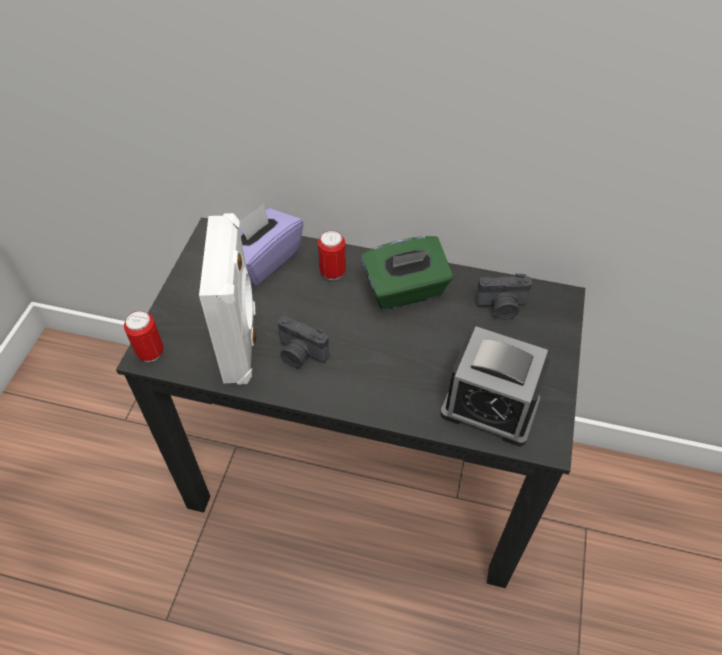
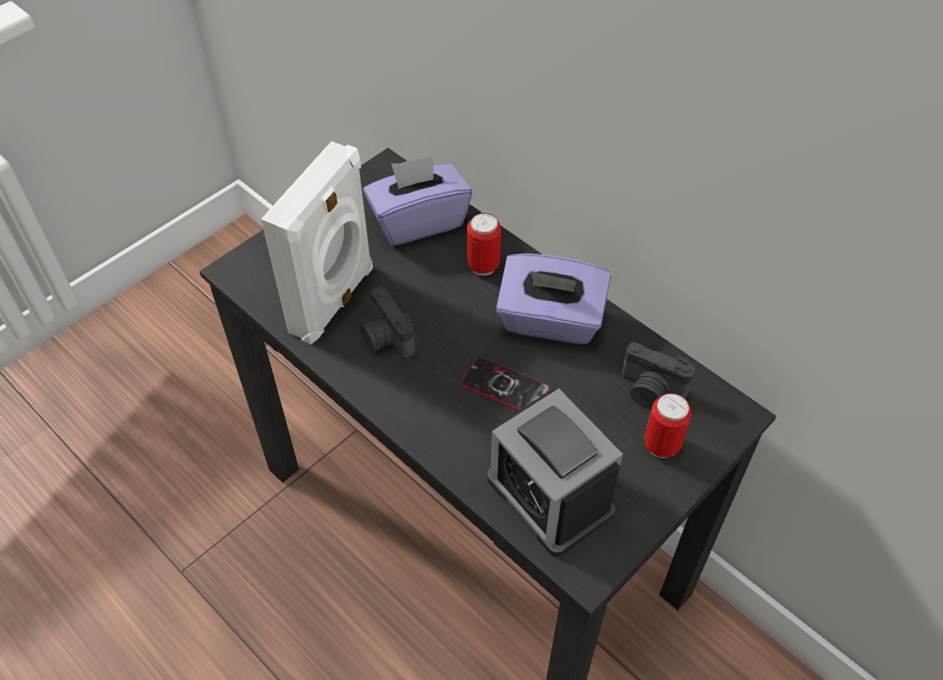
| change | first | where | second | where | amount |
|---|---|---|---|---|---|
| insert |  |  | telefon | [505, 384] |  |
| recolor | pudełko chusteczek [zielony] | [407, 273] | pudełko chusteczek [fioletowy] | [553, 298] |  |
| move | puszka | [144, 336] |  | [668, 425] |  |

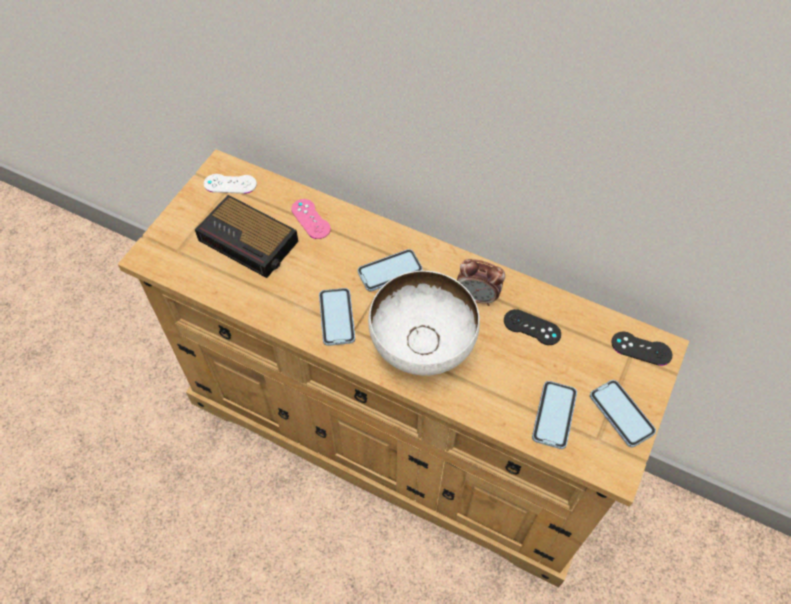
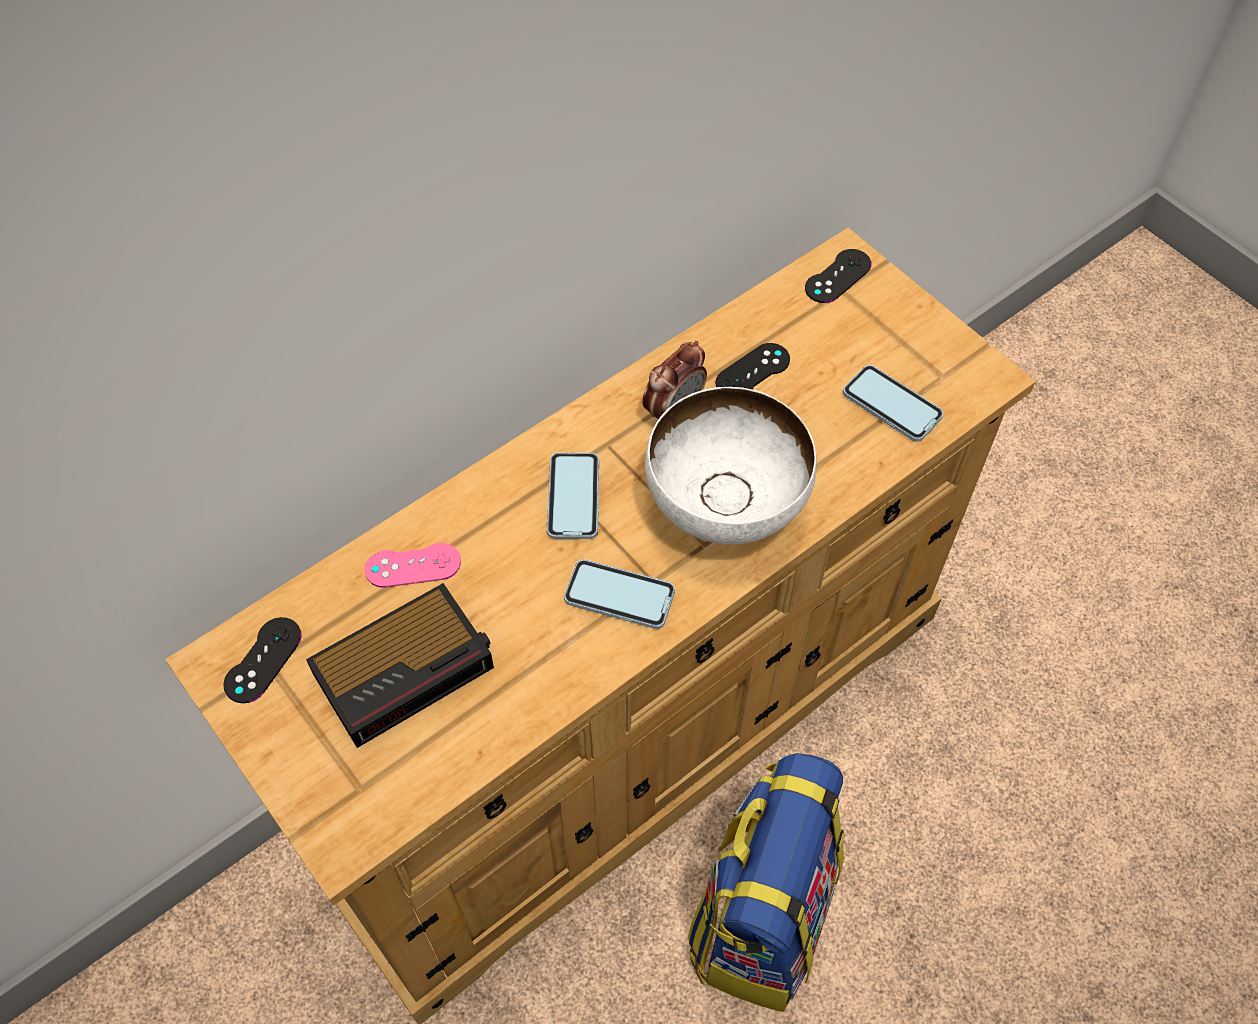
| change | first | where | second | where | amount |
|---|---|---|---|---|---|
| recolor | pad do gier [biały] | [230, 184] | pad do gier [czarny] | [263, 660] |  |
| insert |  |  | plecak | [766, 882] |  |
| delete | telefon | [623, 413] |  |  |  |

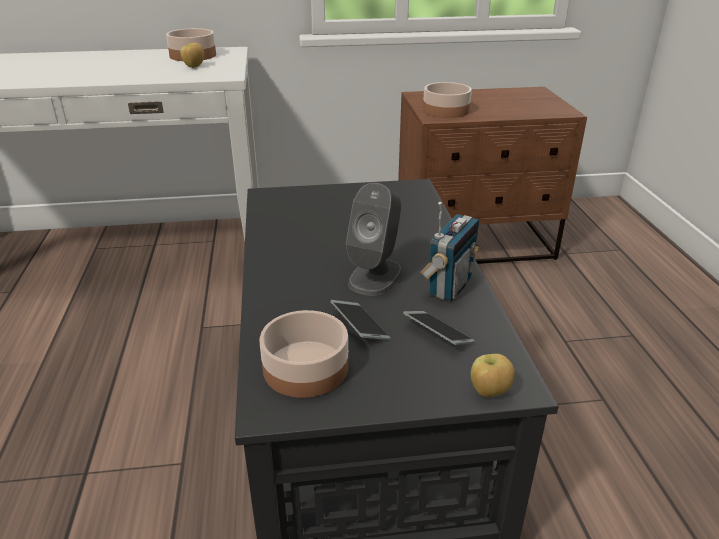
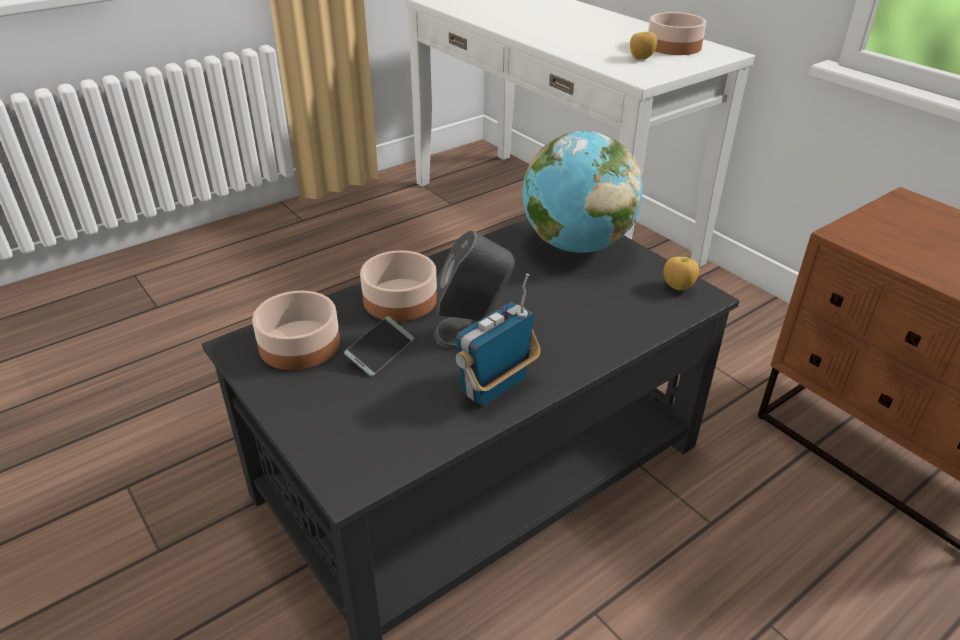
| change | first | where | second | where | amount |
|---|---|---|---|---|---|
| move | miska | [447, 100] |  | [398, 286] |  |
| rotate | radio | [450, 252] |  | [498, 340] | 135 degrees clockwise |
| insert |  |  | globus | [582, 192] |  |
| move | jabłko | [493, 375] |  | [681, 273] |  |
| delete | telefon | [439, 328] |  |  |  |

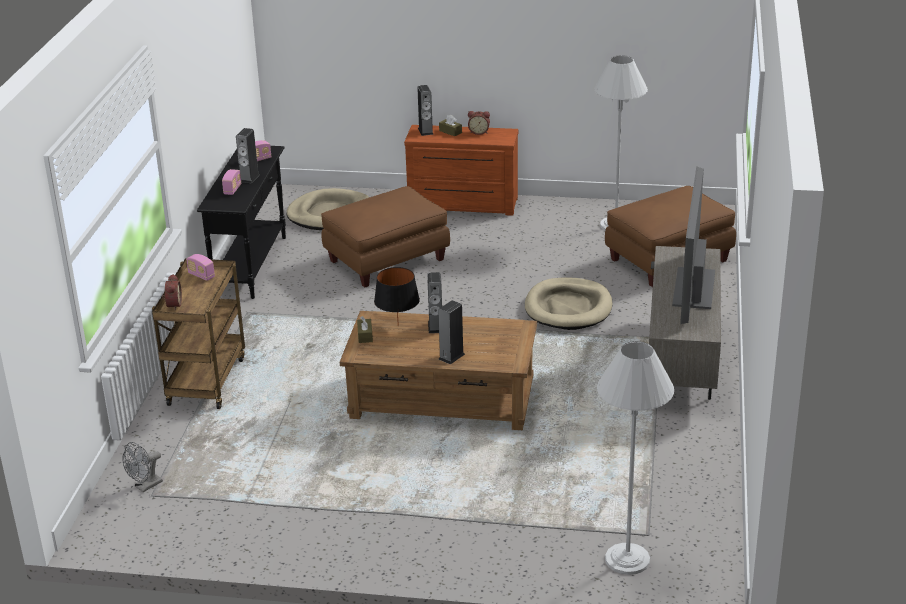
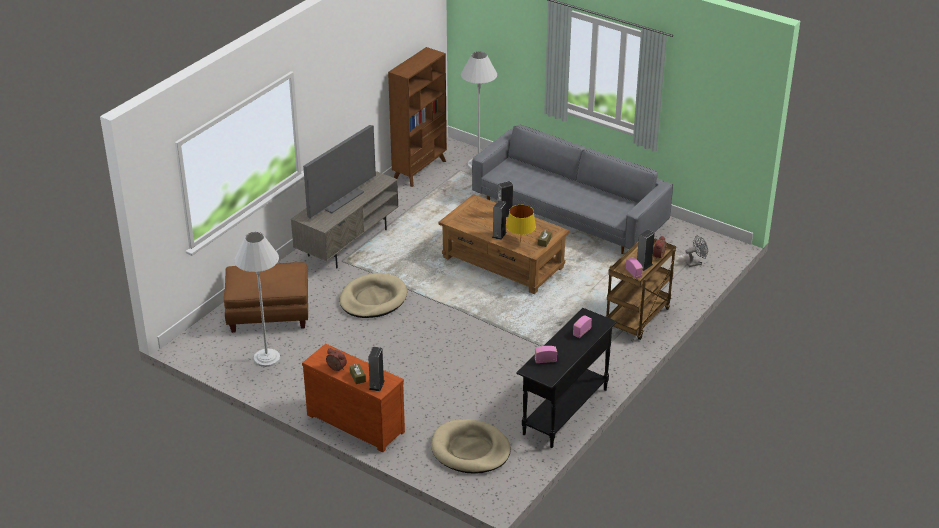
| change | first | where | second | where | amount |
|---|---|---|---|---|---|
| insert |  |  | regał [brązowy] | [417, 117] |  |
| insert |  |  | kanapa [szary] | [572, 189] |  |
| recolor | lampa stołowa [czarny] | [397, 296] | lampa stołowa [żółty] | [521, 220] |  |
| move | głośnik | [247, 155] |  | [646, 250] |  |
| delete | pufa [brązowy] | [385, 237] |  |  |  |

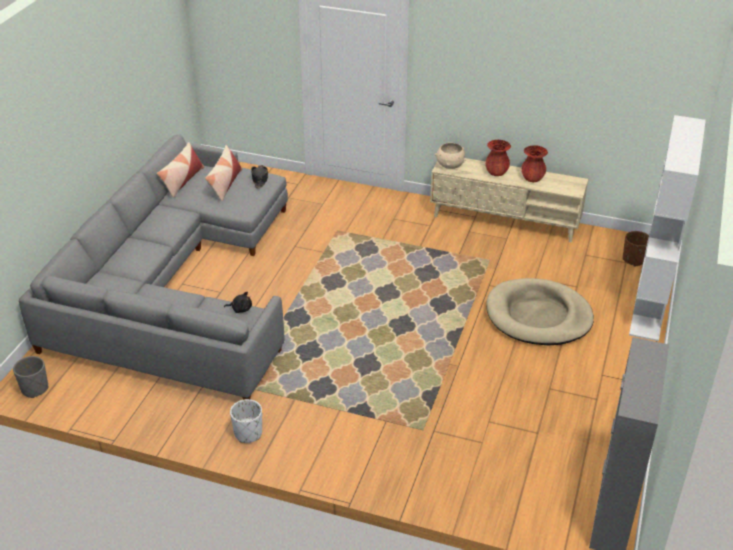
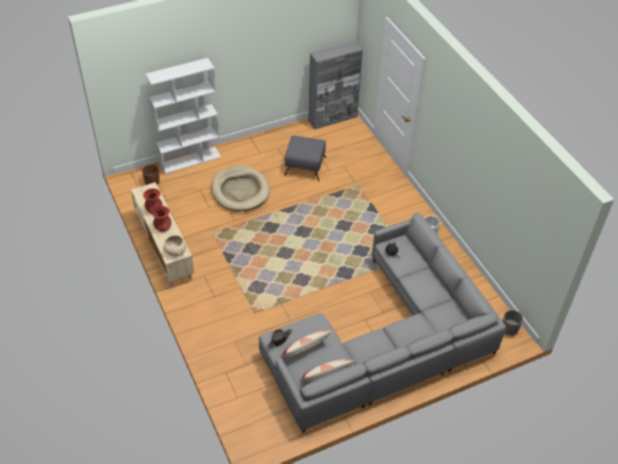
| change | first | where | second | where | amount |
|---|---|---|---|---|---|
| insert |  |  | pufa [szary] | [305, 158] |  |

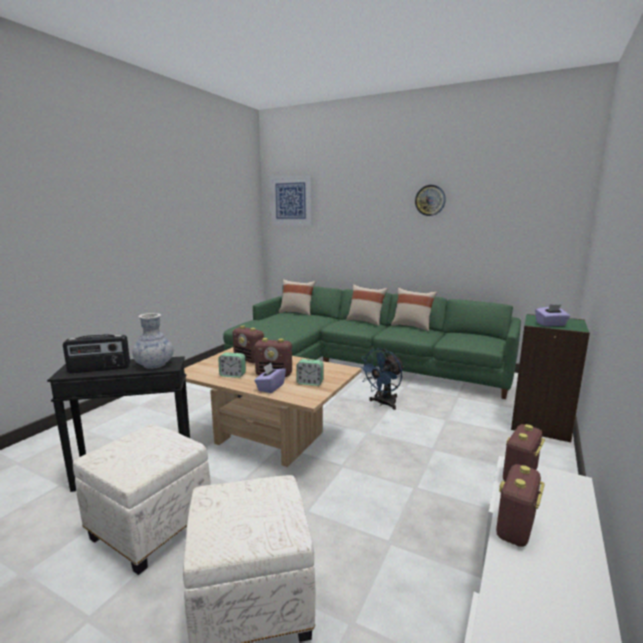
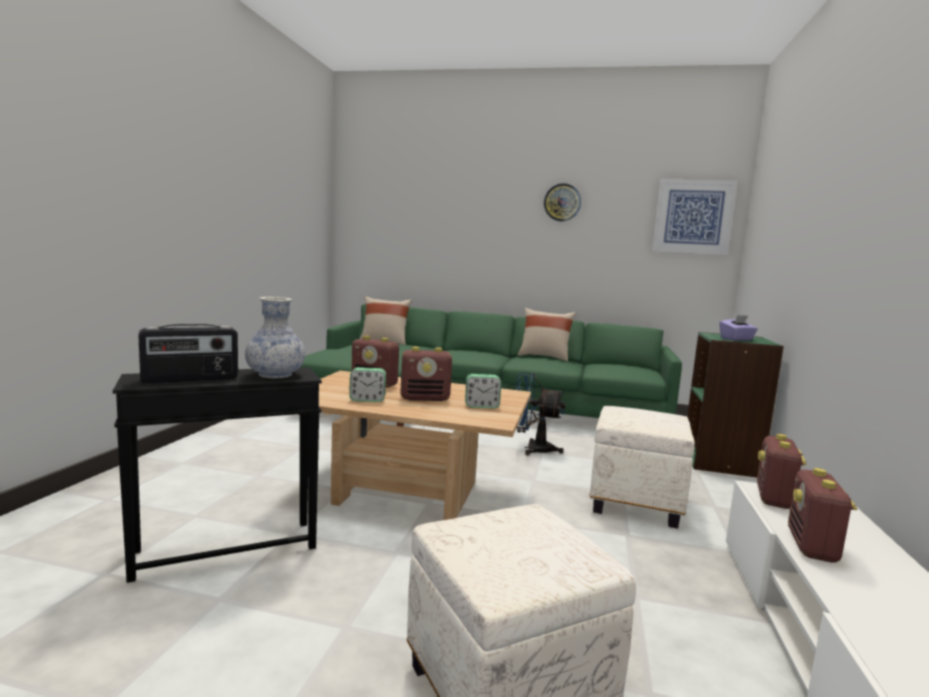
| change | first | where | second | where | amount |
|---|---|---|---|---|---|
| rotate | wentylator [niebieski] | [382, 379] |  | [540, 414] | 75 degrees clockwise |
| move | pufa [biały] | [142, 499] |  | [642, 467] |  |
| move | obraz | [291, 200] |  | [695, 217] |  |
| delete | pudełko chusteczek [fioletowy] | [270, 378] |  |  |  |
| delete | poduszka [beżowy] | [367, 305] |  |  |  |

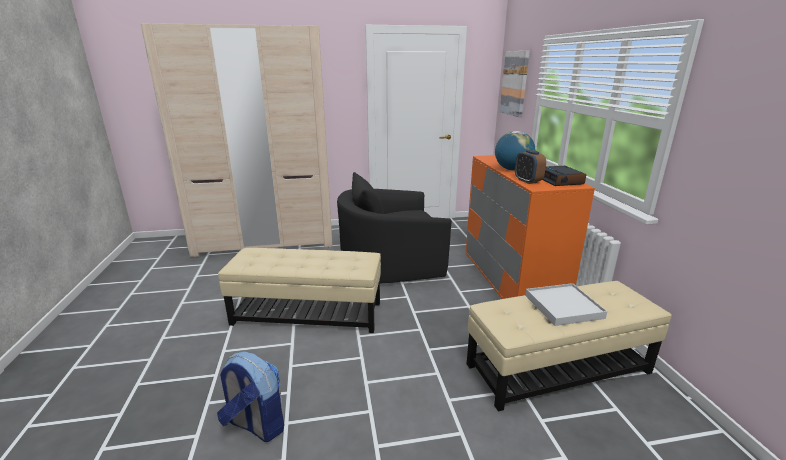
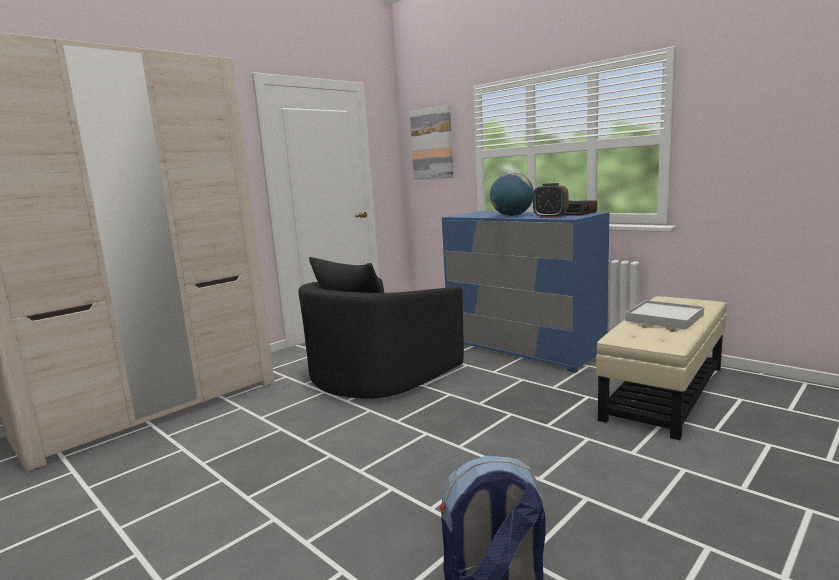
| change | first | where | second | where | amount |
|---|---|---|---|---|---|
| recolor | komoda [pomarańczowy] | [530, 227] | komoda [niebieski] | [525, 292] |  |
| delete | pufa [beżowy] | [299, 290] |  |  |  |

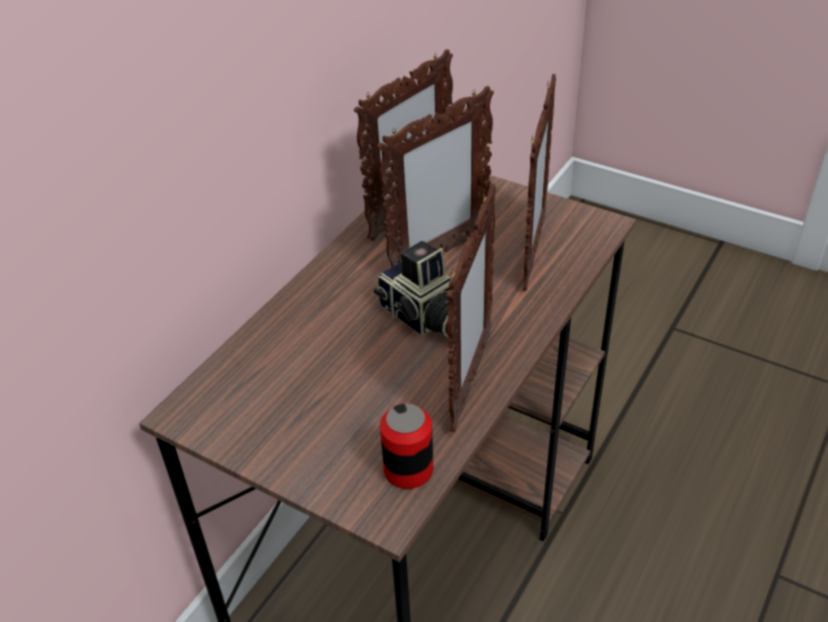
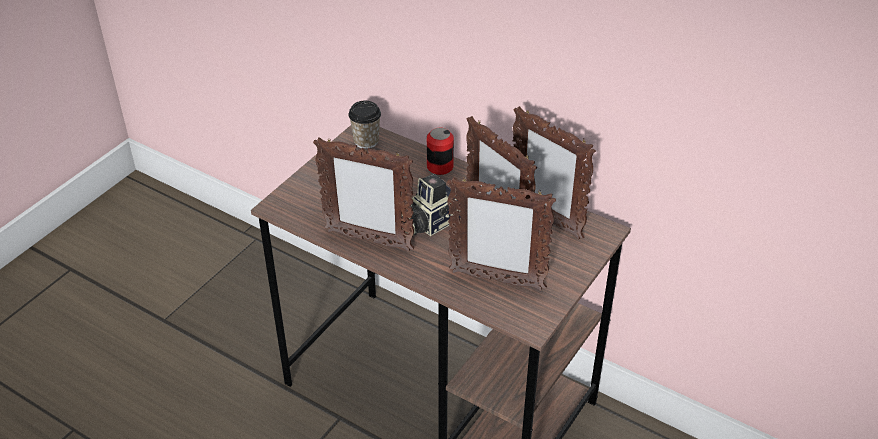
| change | first | where | second | where | amount |
|---|---|---|---|---|---|
| insert |  |  | filiżanka | [364, 125] |  |
| move | puszka | [406, 446] |  | [440, 151] |  |

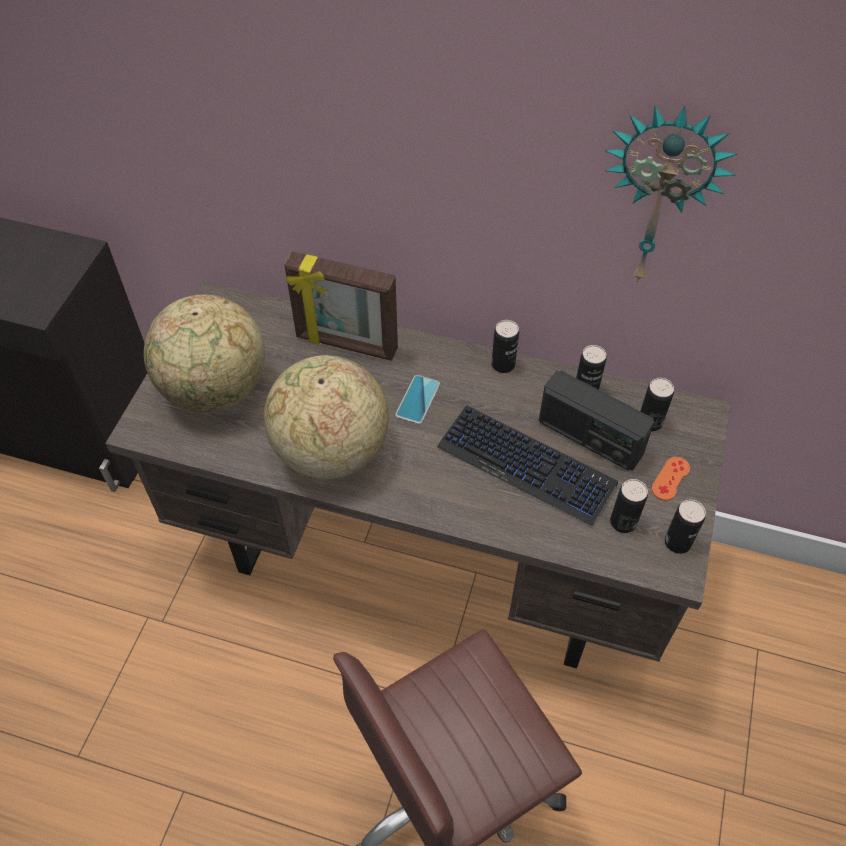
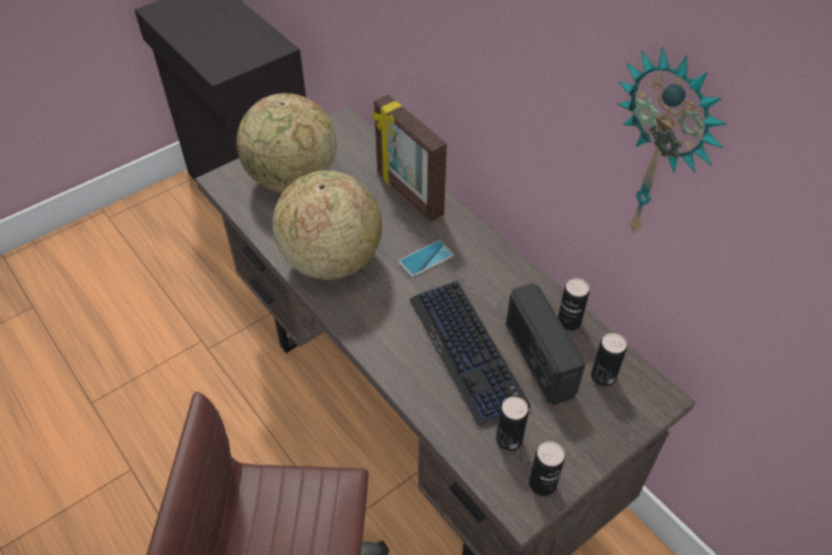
| change | first | where | second | where | amount |
|---|---|---|---|---|---|
| delete | puszka | [505, 346] |  |  |  |
| delete | pad do gier [pomarańczowy] | [670, 478] |  |  |  |

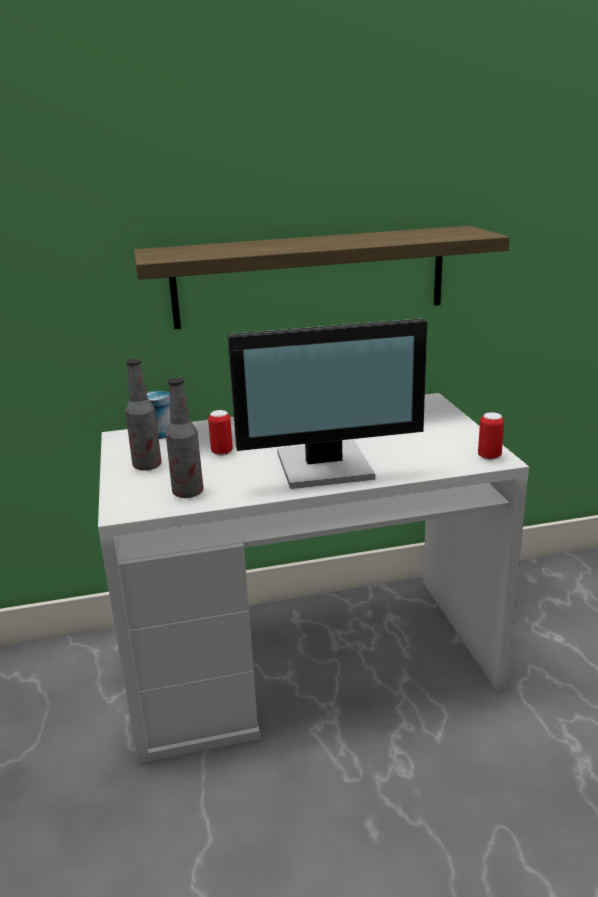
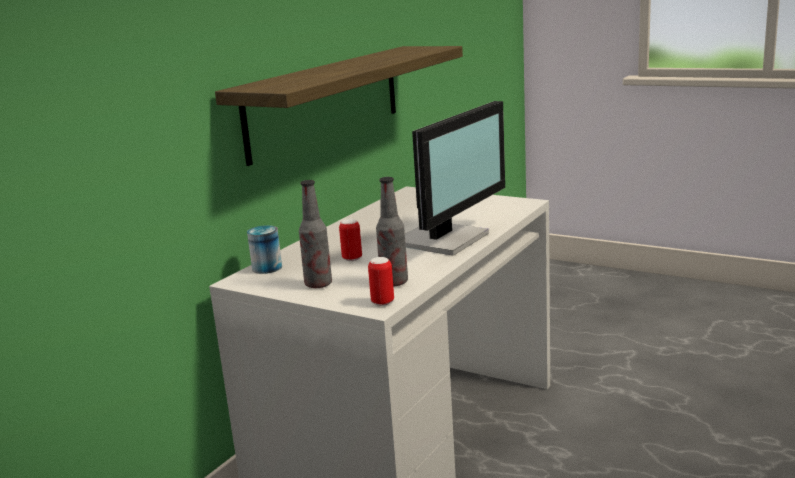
| change | first | where | second | where | amount |
|---|---|---|---|---|---|
| move | puszka | [491, 436] |  | [381, 281] |  |

